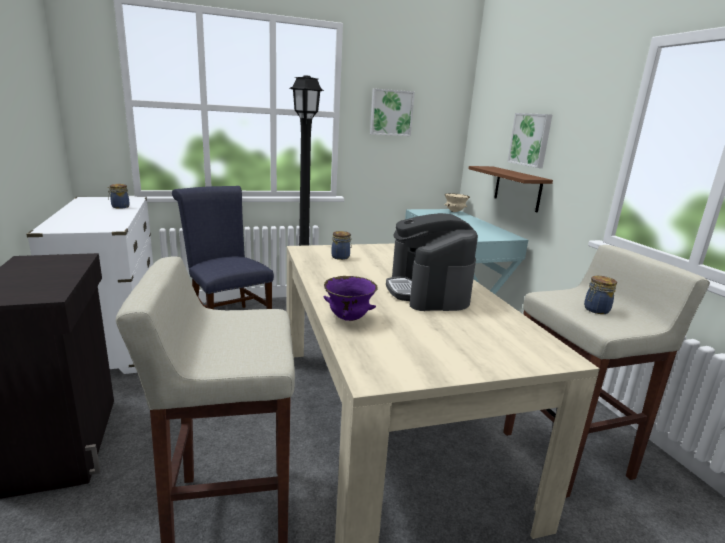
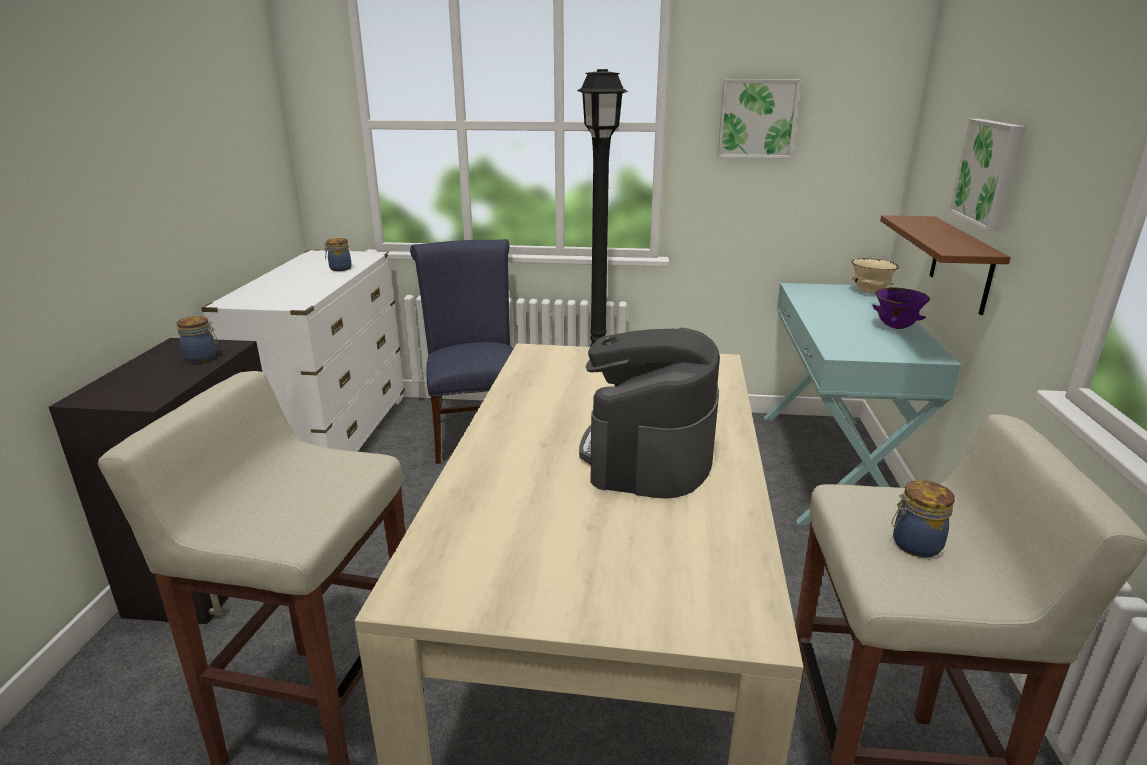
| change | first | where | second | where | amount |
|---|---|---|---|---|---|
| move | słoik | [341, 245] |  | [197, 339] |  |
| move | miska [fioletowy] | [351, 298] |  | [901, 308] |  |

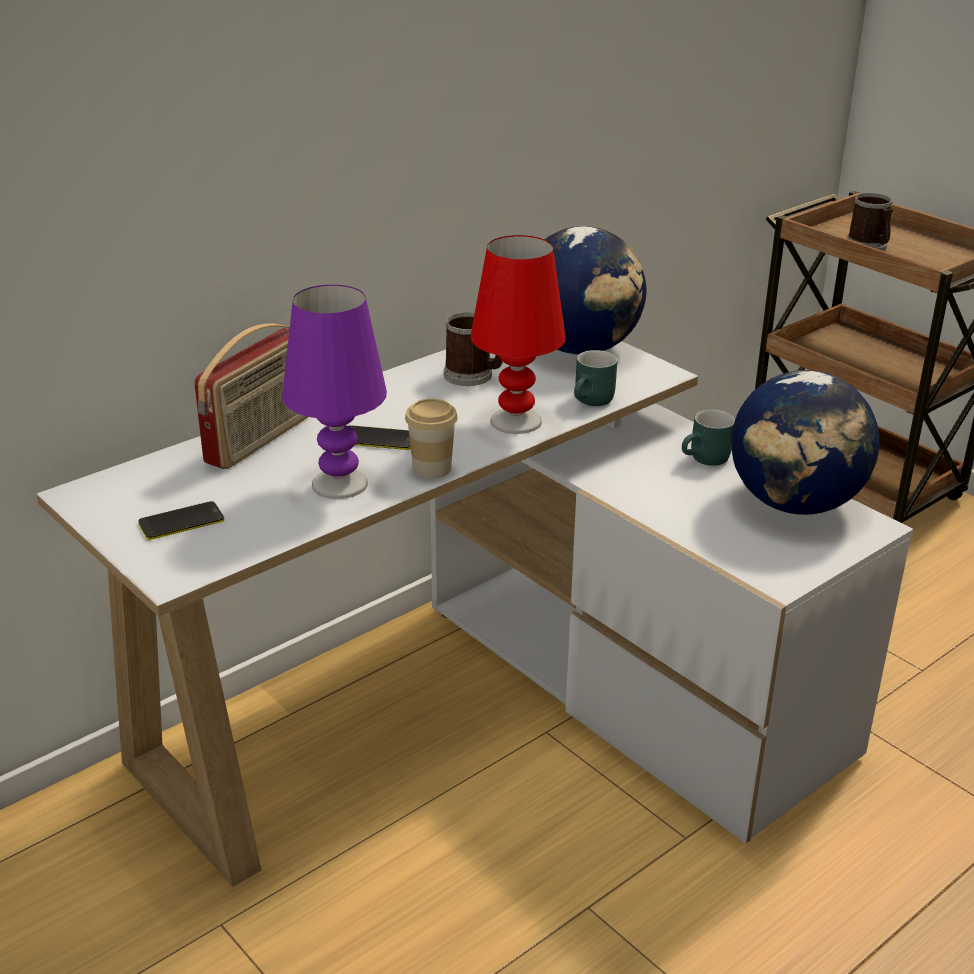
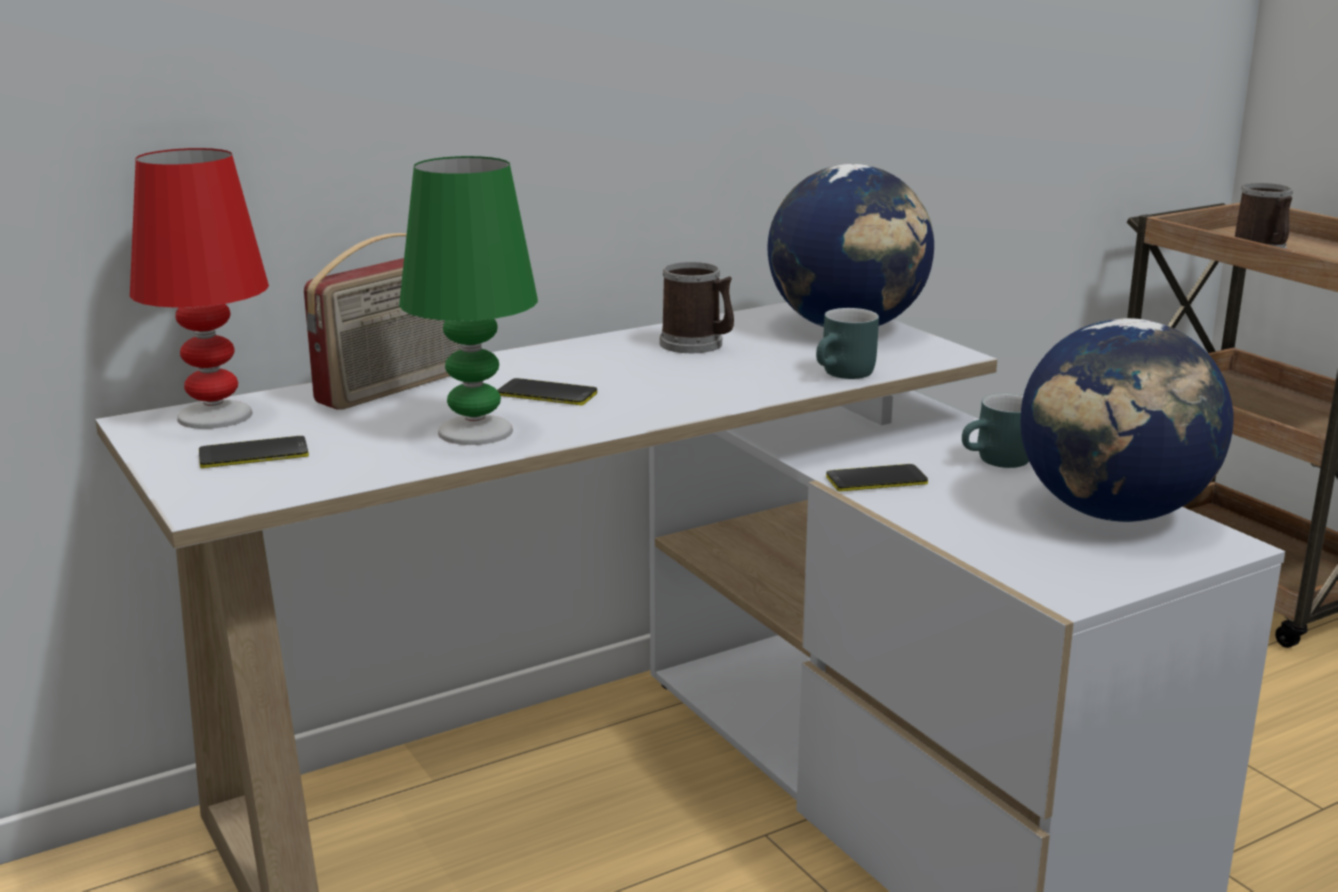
| change | first | where | second | where | amount |
|---|---|---|---|---|---|
| move | lampa stołowa [czerwony] | [518, 334] |  | [199, 288] |  |
| recolor | lampa stołowa [fioletowy] | [334, 392] | lampa stołowa [zielony] | [468, 300] |  |
| insert |  |  | telefon | [877, 478] |  |
| delete | filiżanka | [431, 438] |  |  |  |

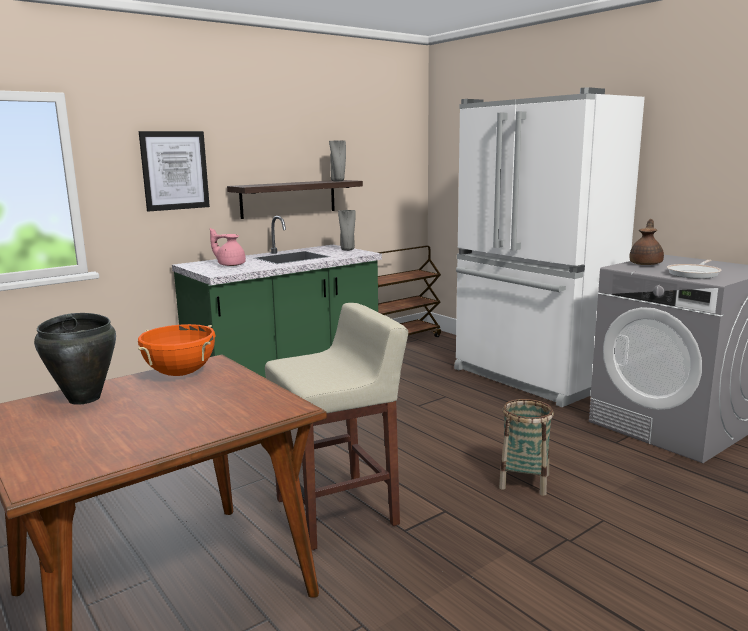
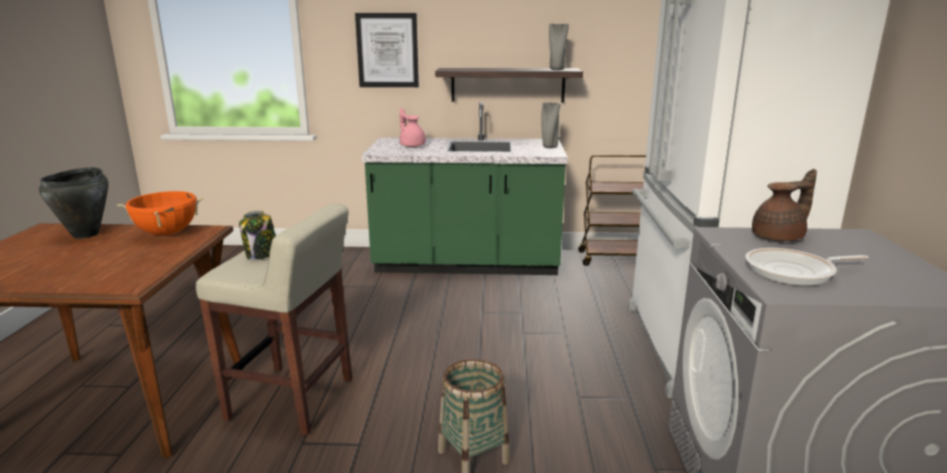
| change | first | where | second | where | amount |
|---|---|---|---|---|---|
| insert |  |  | słoik | [257, 235] |  |

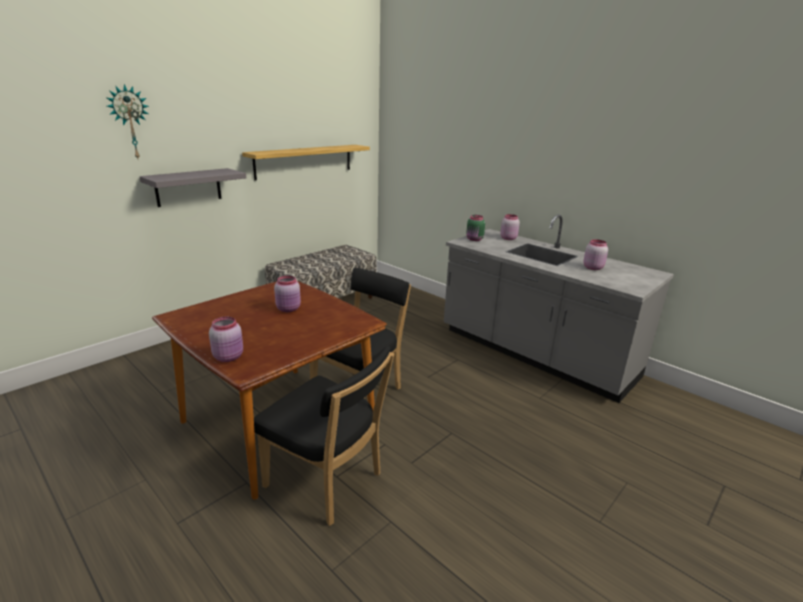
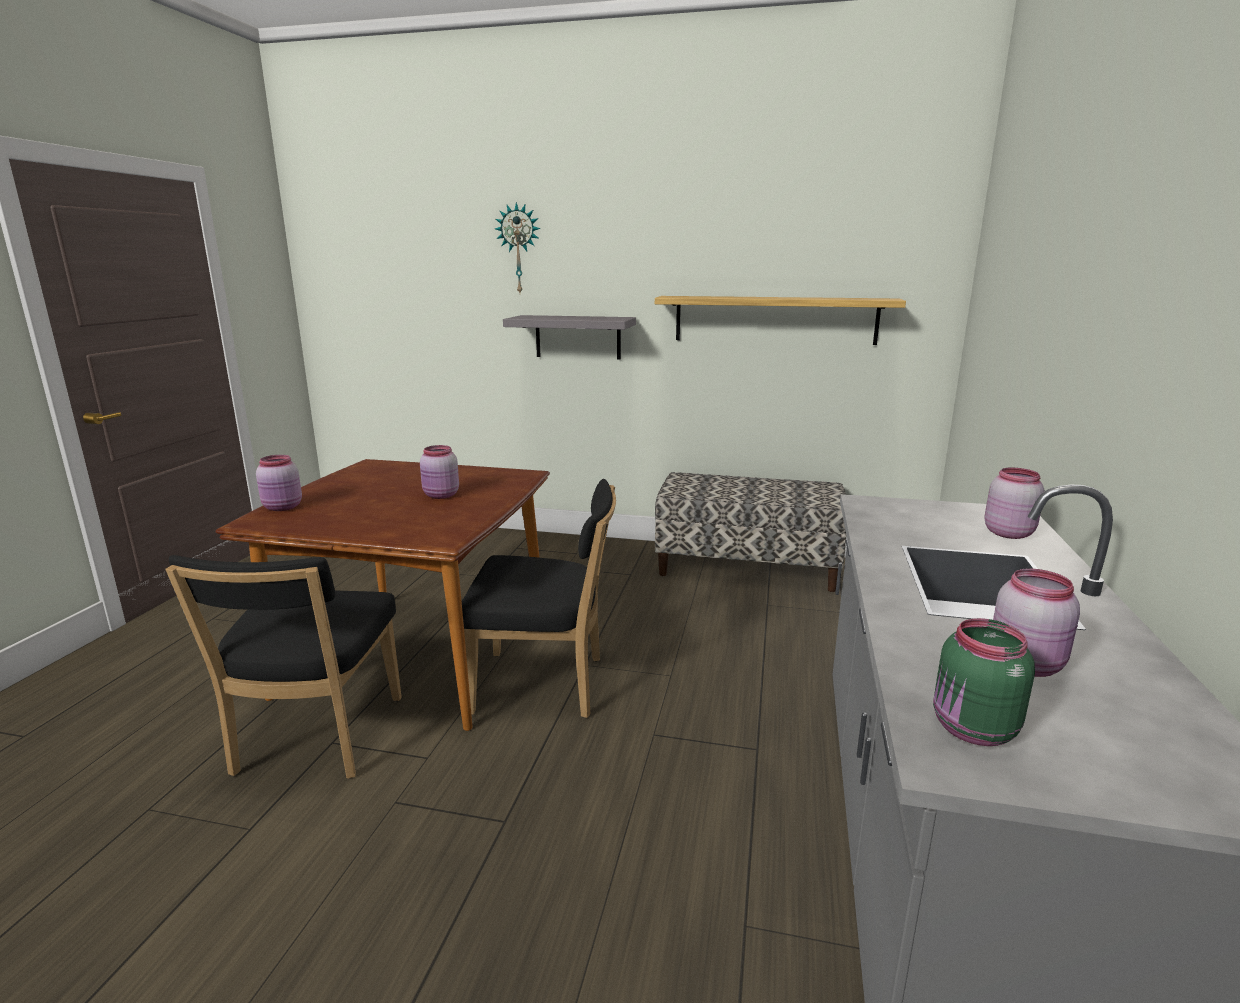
| change | first | where | second | where | amount |
|---|---|---|---|---|---|
| move | słoik [zielony] | [475, 228] |  | [984, 682] |  |

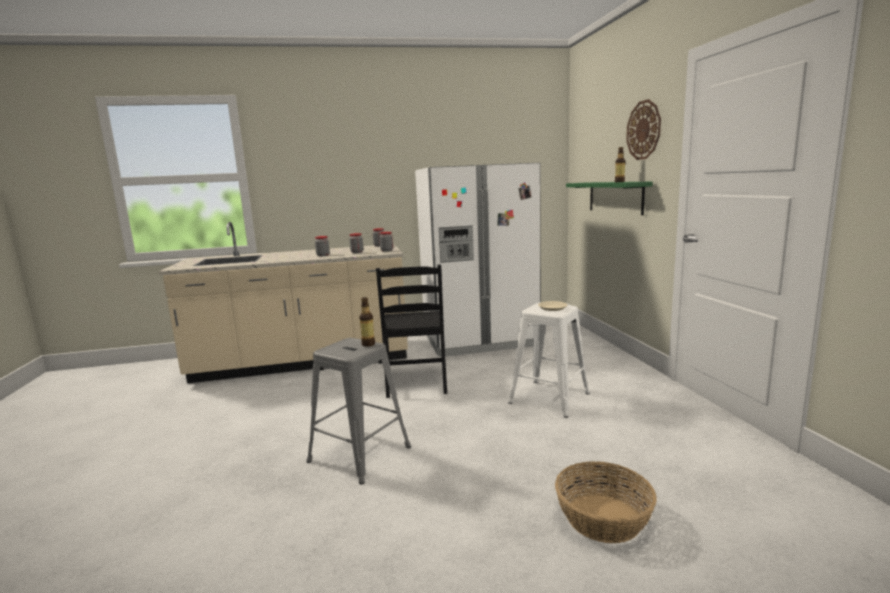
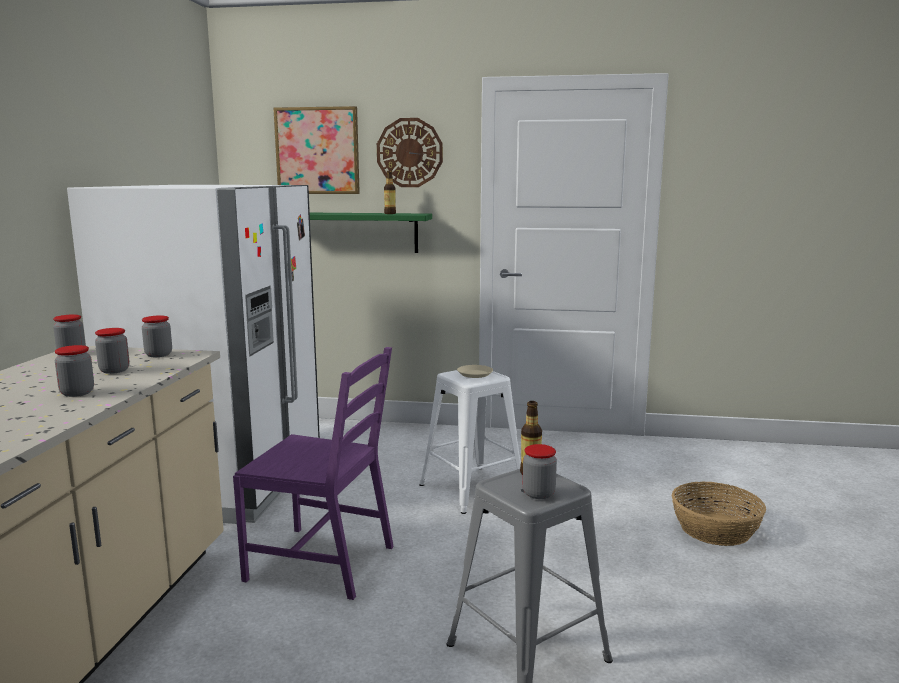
| change | first | where | second | where | amount |
|---|---|---|---|---|---|
| recolor | krzesło [czarny] | [411, 331] | krzesło [fioletowy] | [313, 473] |  |
| insert |  |  | obraz | [316, 150] |  |
| insert |  |  | słoik | [540, 471] |  |

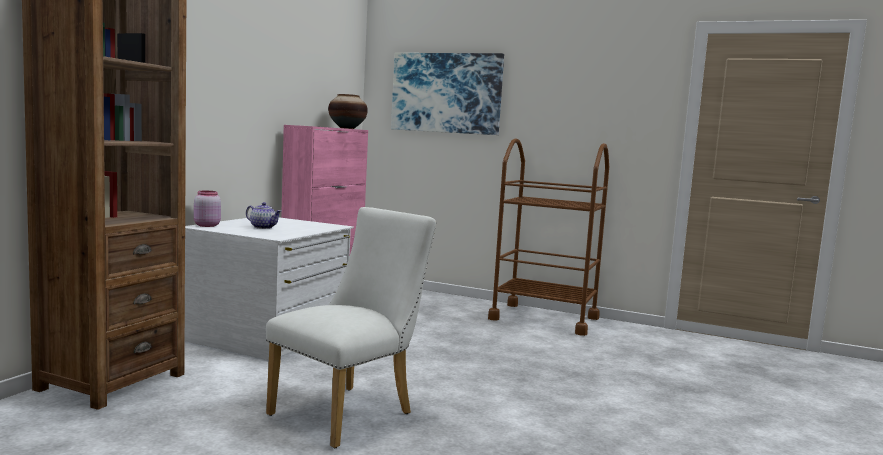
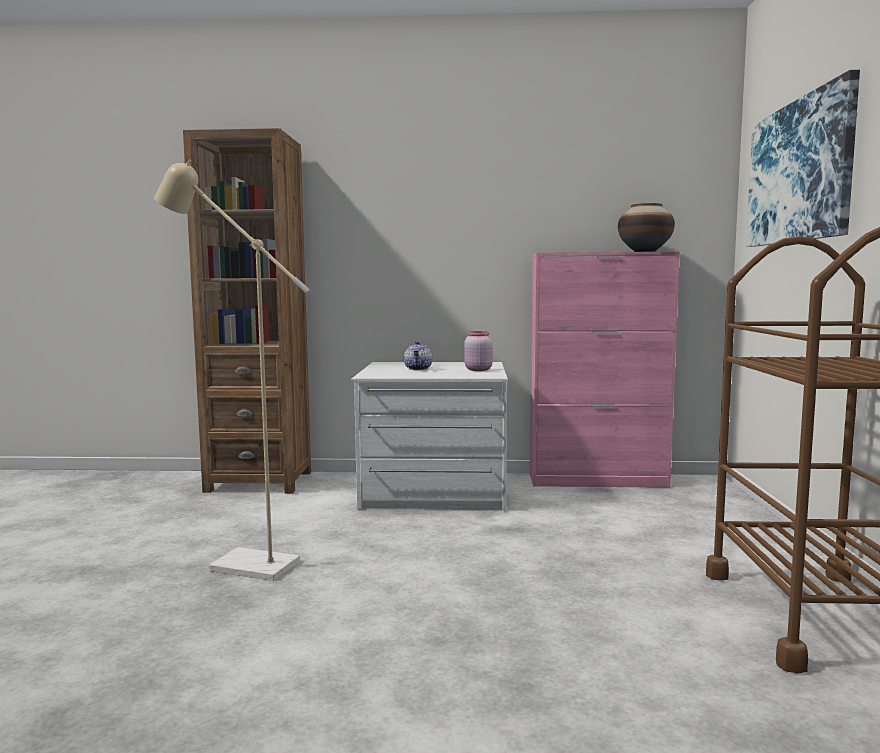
| change | first | where | second | where | amount |
|---|---|---|---|---|---|
| replace | krzesło [biały] | [351, 327] | lampa stojąca [beżowy] | [232, 370] |  |
| move | słoik [różowy] | [207, 209] |  | [478, 351] |  |

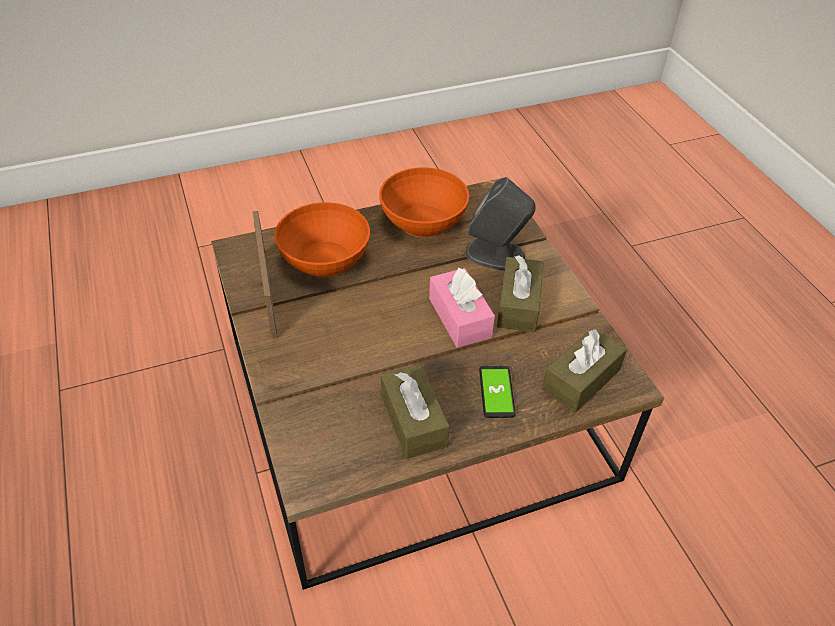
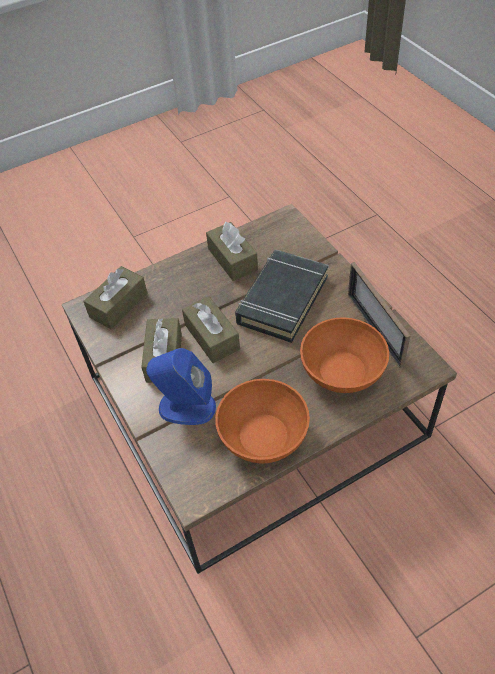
| change | first | where | second | where | amount |
|---|---|---|---|---|---|
| recolor | głośnik [szary] | [500, 224] | głośnik [niebieski] | [181, 386] |  |
| recolor | pudełko chusteczek [różowy] | [462, 307] | pudełko chusteczek [brązowy] | [211, 329] |  |
| insert |  |  | książka [czarny] | [281, 296] |  |
| delete | telefon | [497, 392] |  |  |  |

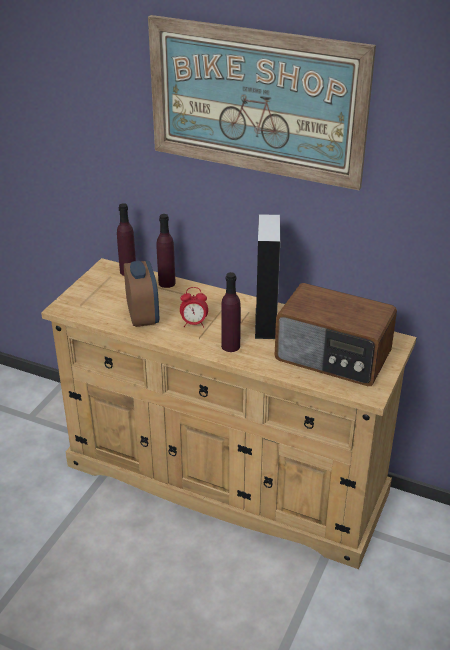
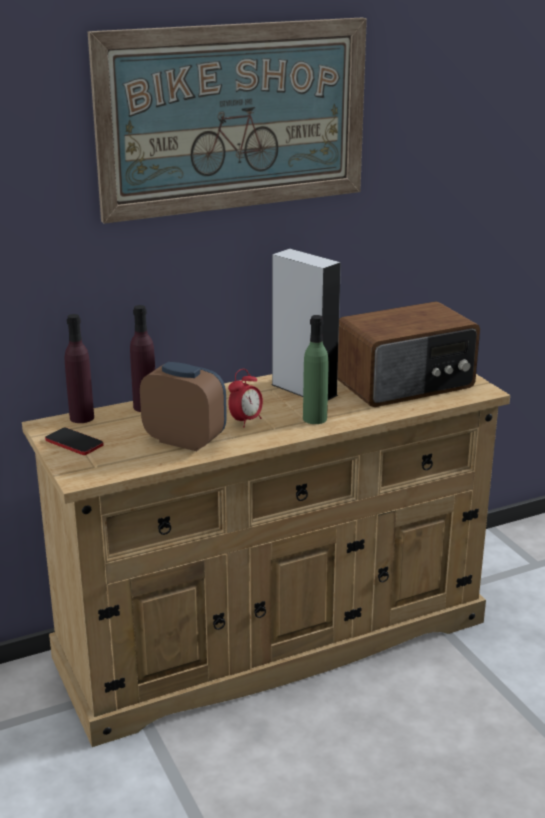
| change | first | where | second | where | amount |
|---|---|---|---|---|---|
| insert |  |  | telefon | [74, 441] |  |
| recolor | butelka [fioletowy] | [231, 312] | butelka [zielony] | [315, 369] |  |

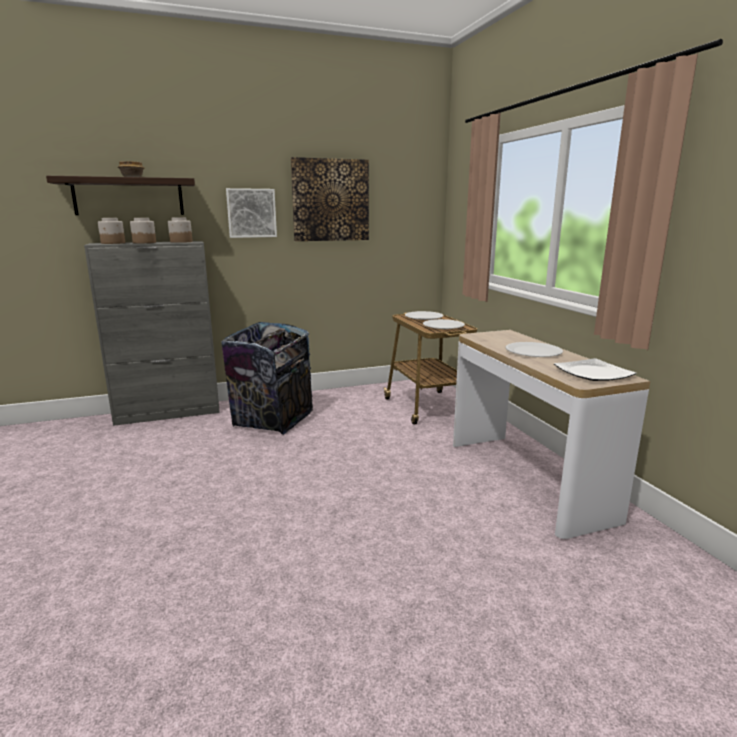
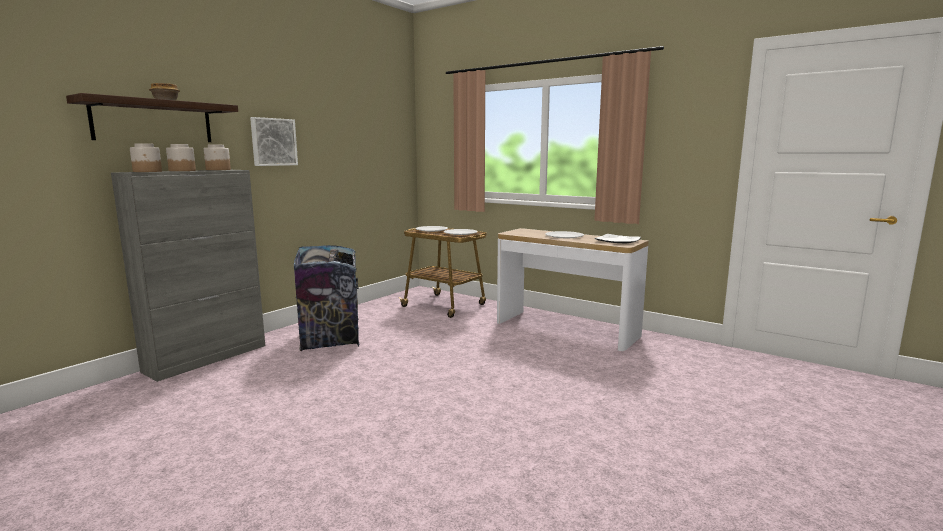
| change | first | where | second | where | amount |
|---|---|---|---|---|---|
| delete | obraz | [330, 199] |  |  |  |

